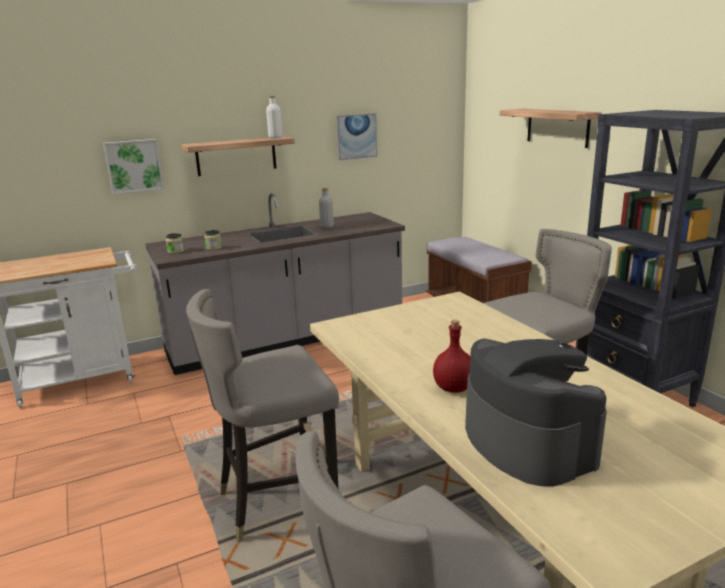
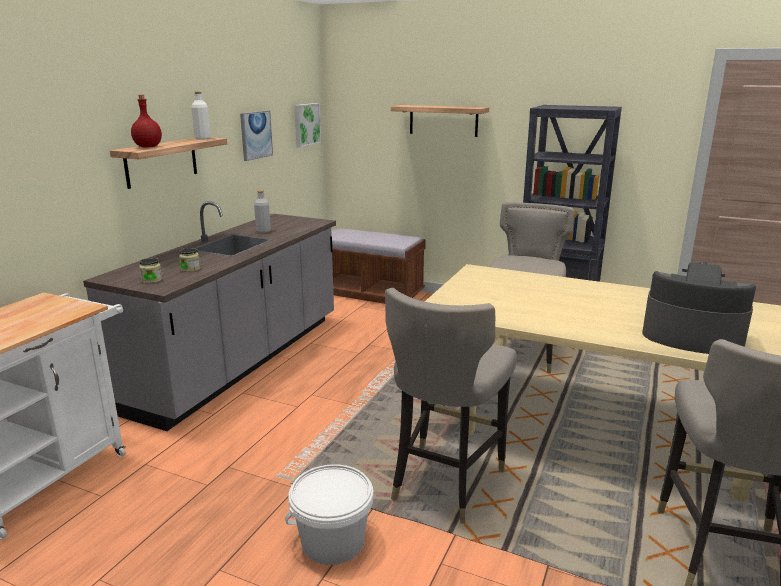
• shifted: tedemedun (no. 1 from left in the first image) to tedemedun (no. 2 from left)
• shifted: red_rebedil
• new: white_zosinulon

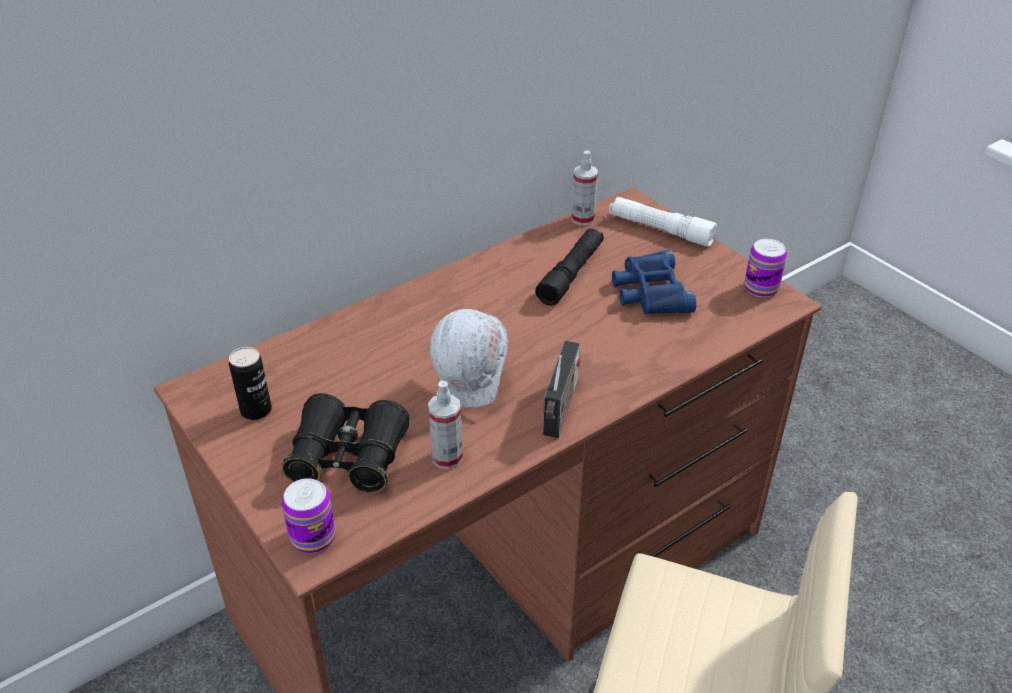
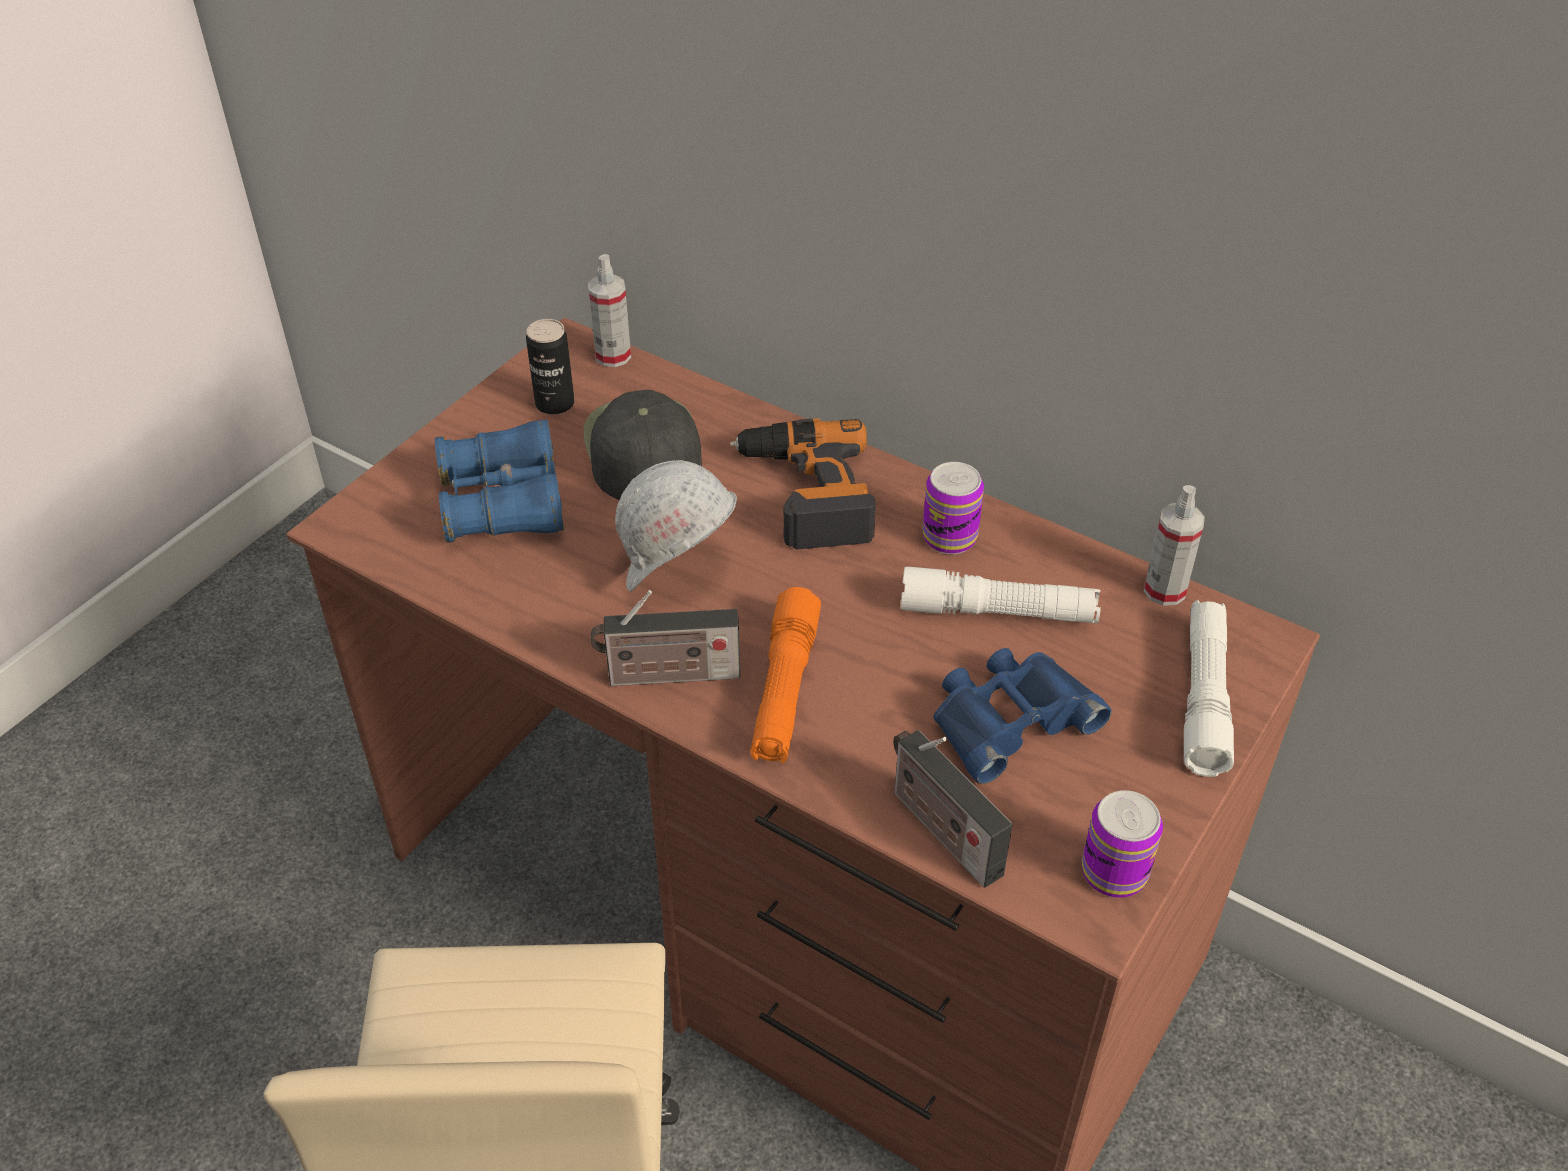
• repainted: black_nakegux to white_nakegux (no. 1 from left)
• shifted: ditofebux (no. 1 from left)
• repainted: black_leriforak to blue_leriforak (no. 1 from left)
• shifted: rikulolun (no. 2 from left)
• new: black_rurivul
• new: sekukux
• new: orange_nakegux
• new: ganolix (no. 2 from left)

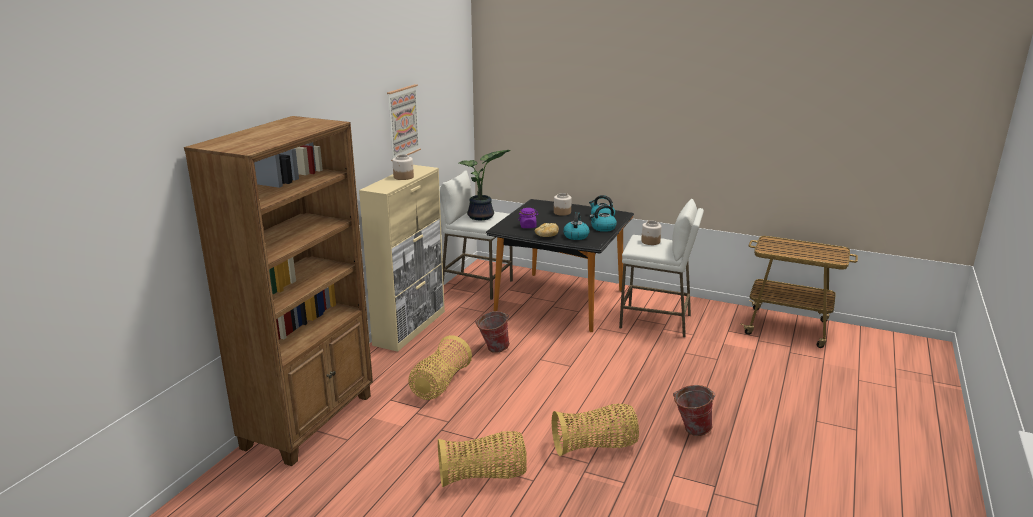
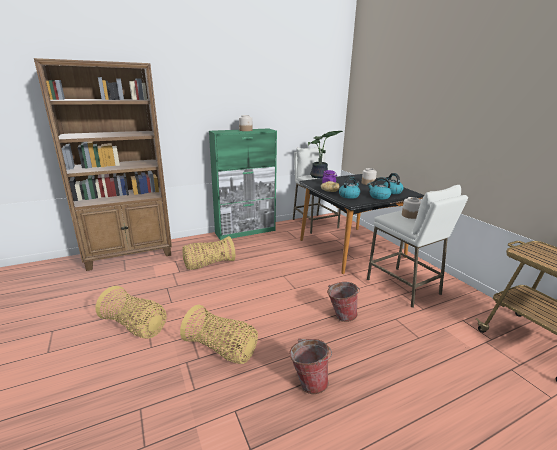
• gone: tedemedun
• repainted: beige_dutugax to green_dutugax
• shifted: zosinulon (no. 1 from left in the first image) to zosinulon (no. 2 from left)

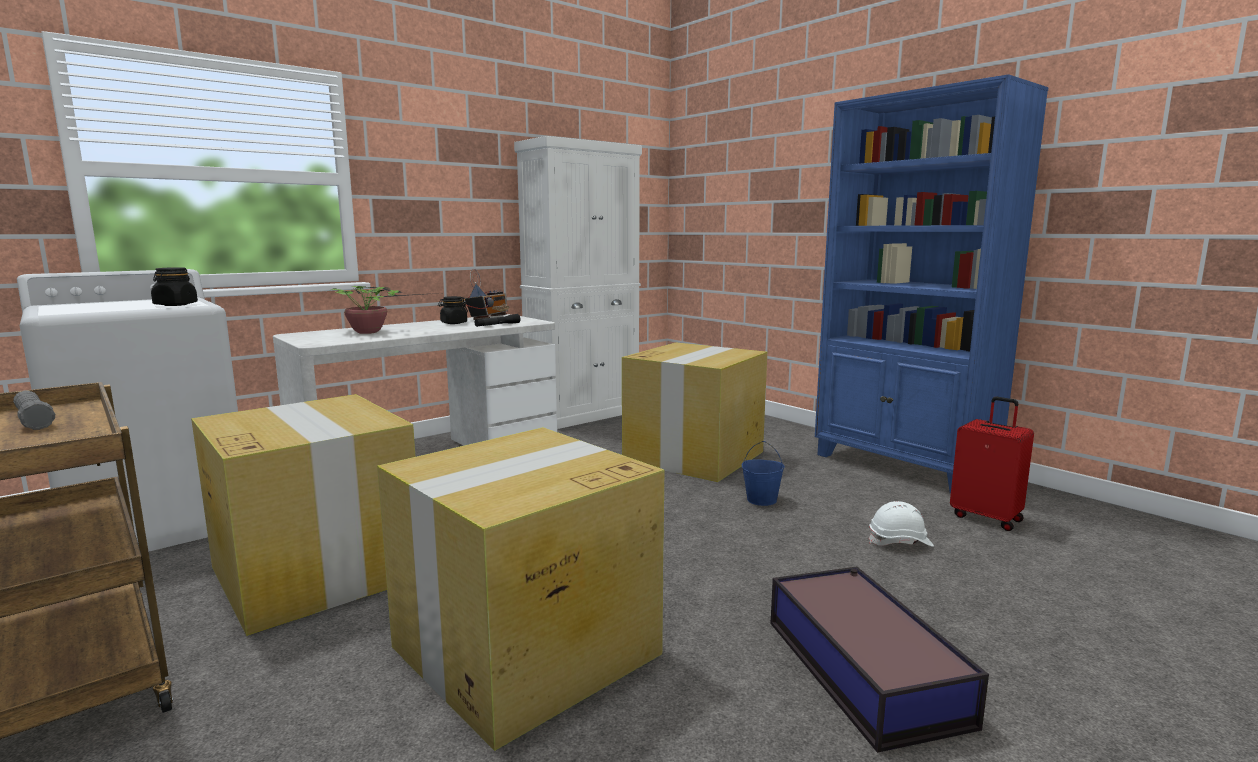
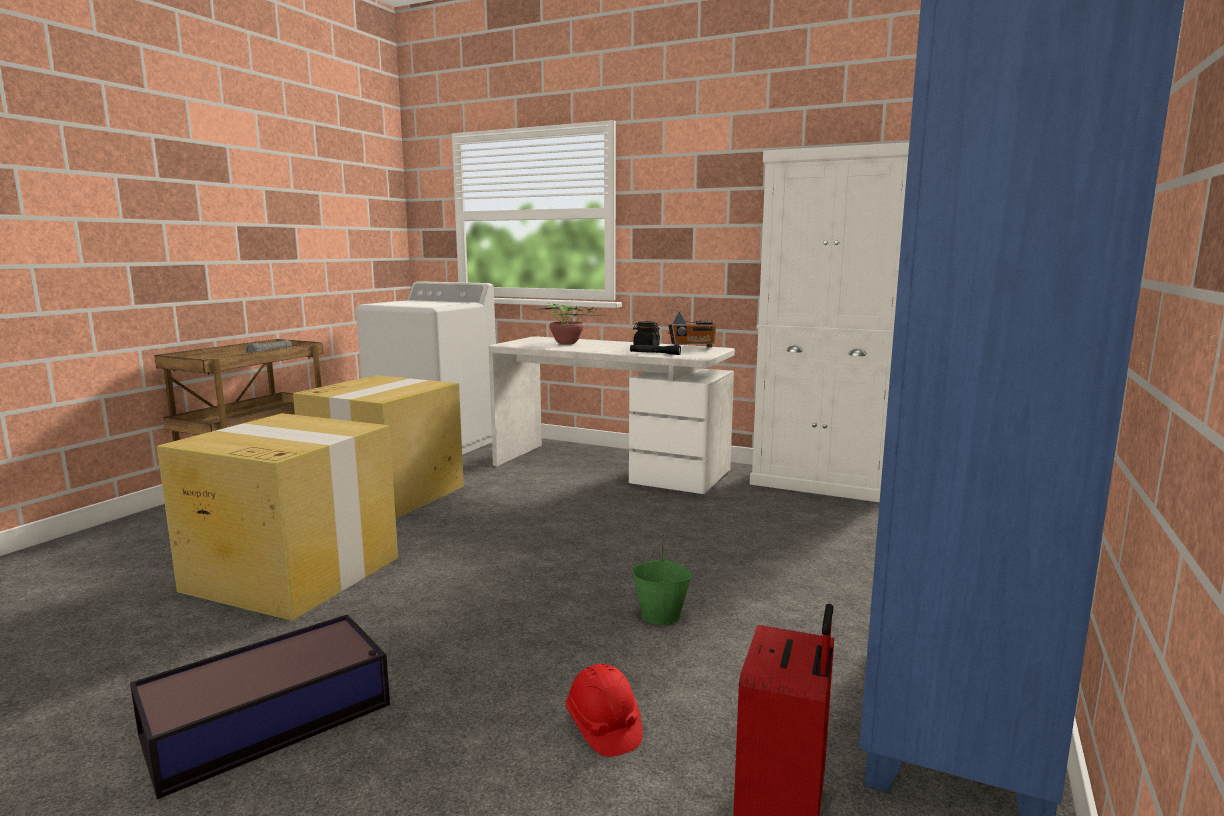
• gone: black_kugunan (no. 1 from left)
• gone: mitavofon (no. 3 from left)
• repainted: blue_zosinulon to green_zosinulon
• repainted: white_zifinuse to red_zifinuse

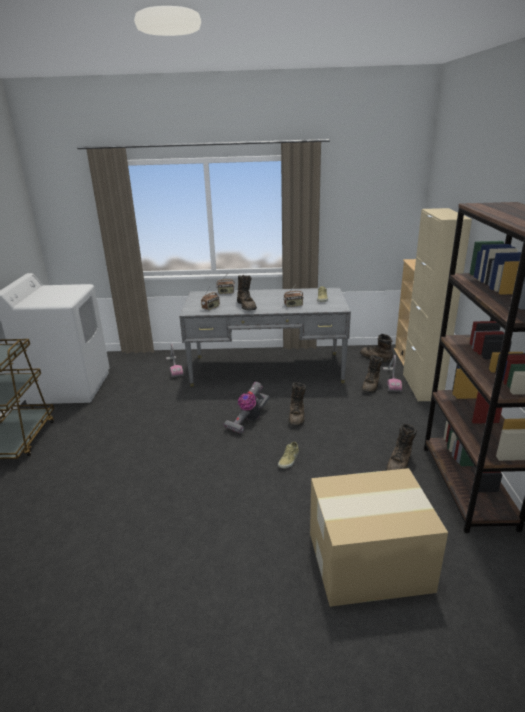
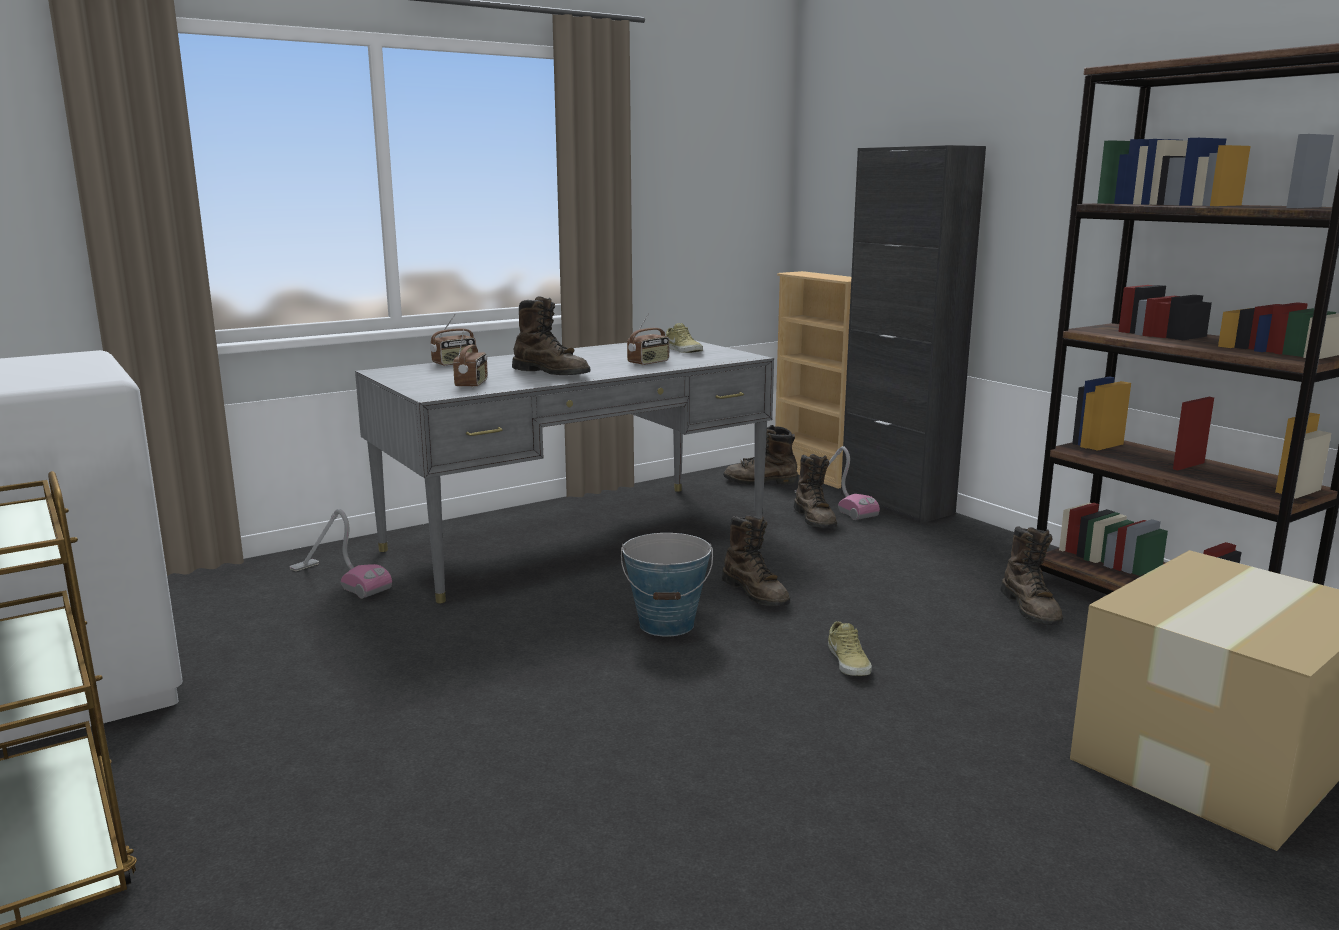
• repainted: beige_dutugax to black_dutugax
• swapped: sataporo (no. 2 from left) to zosinulon

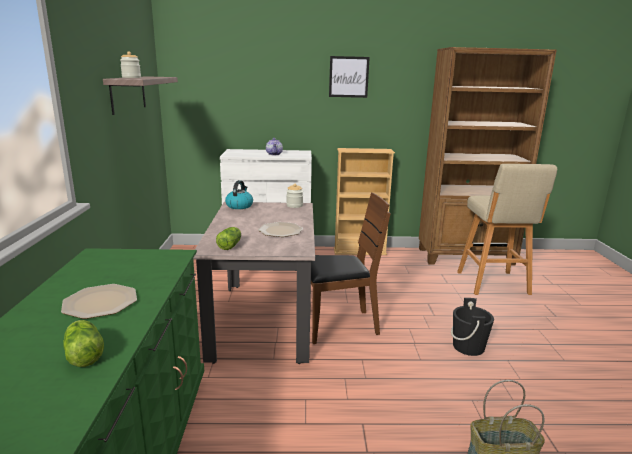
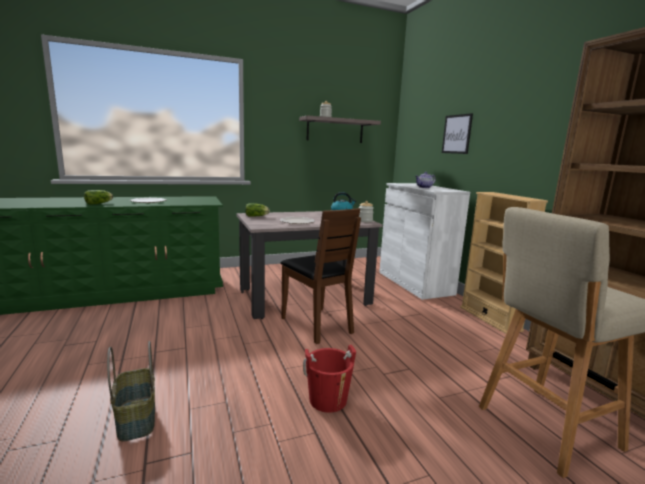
• shifted: tedemedun
• repainted: black_zosinulon to red_zosinulon

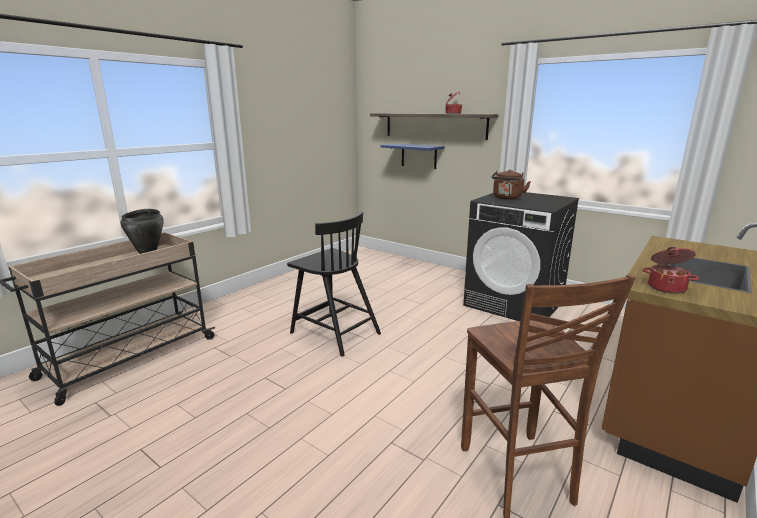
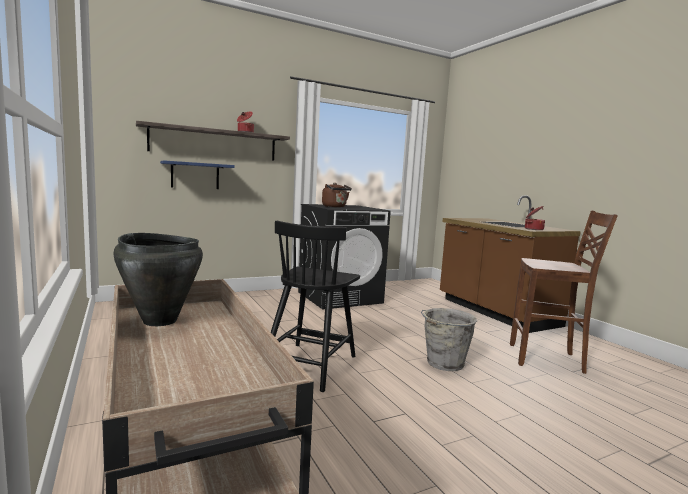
• rotated: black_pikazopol 135 degrees clockwise
• new: grey_zosinulon

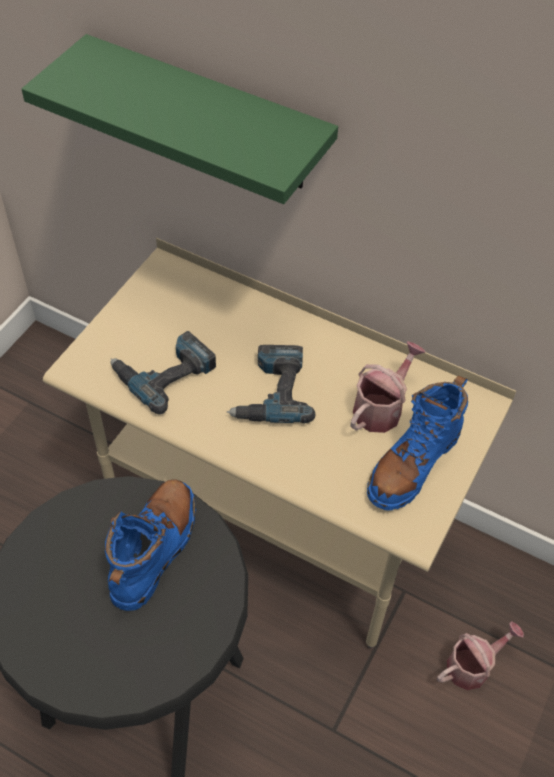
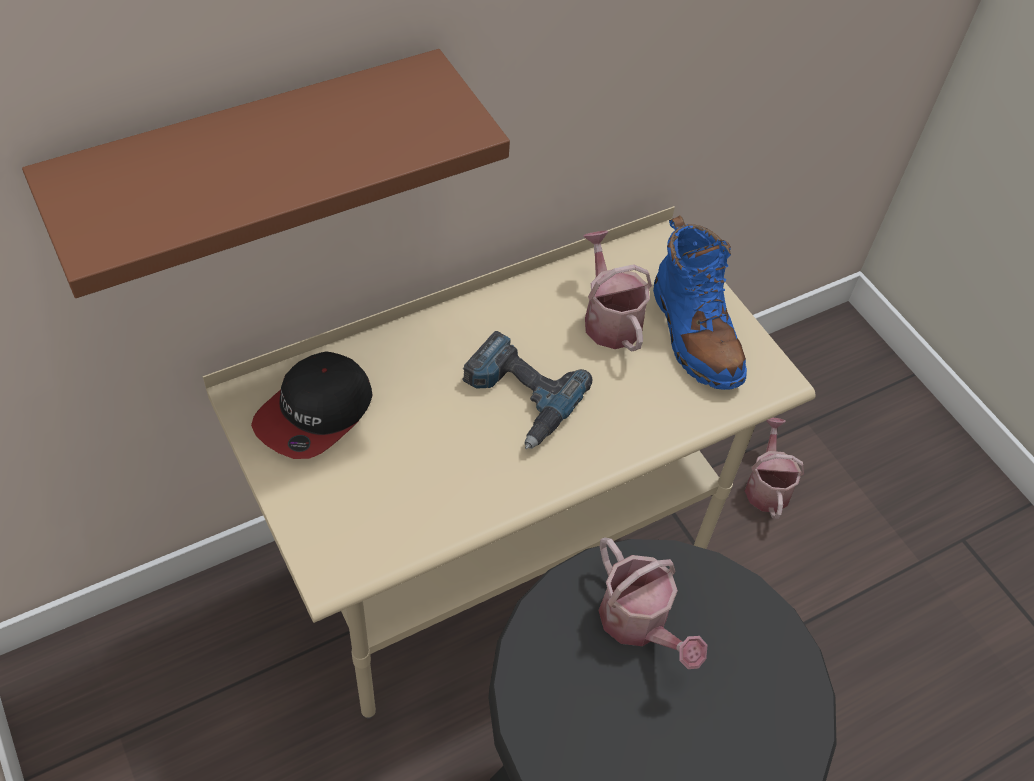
• repainted: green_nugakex to brown_nugakex
• gone: sekukux (no. 1 from left)
• swapped: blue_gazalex (no. 1 from left) to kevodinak (no. 2 from left)
• new: rurivul

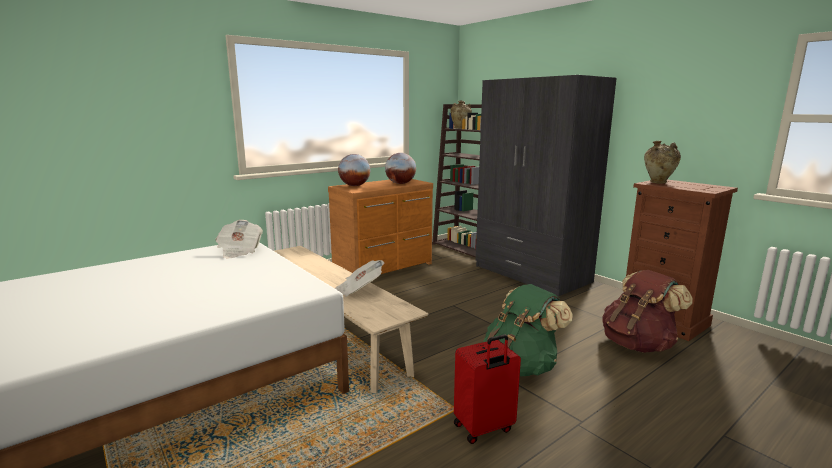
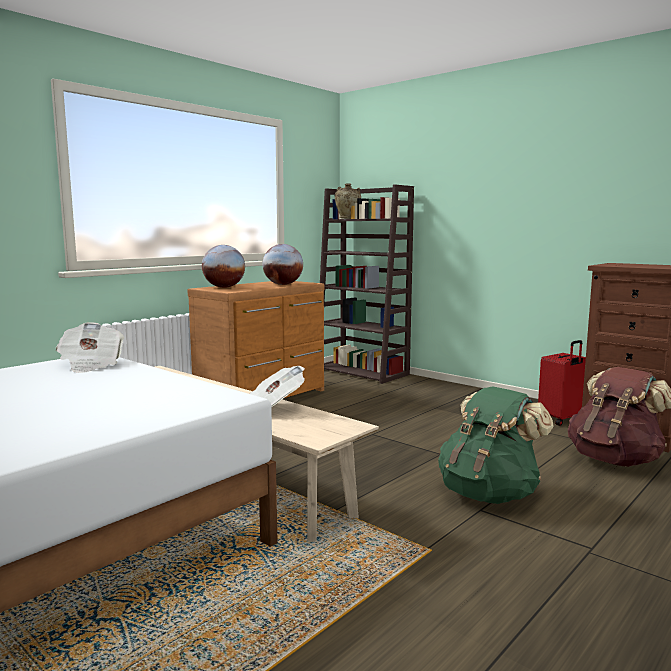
• gone: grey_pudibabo
• gone: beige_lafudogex (no. 2 from left)
• shifted: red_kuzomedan

